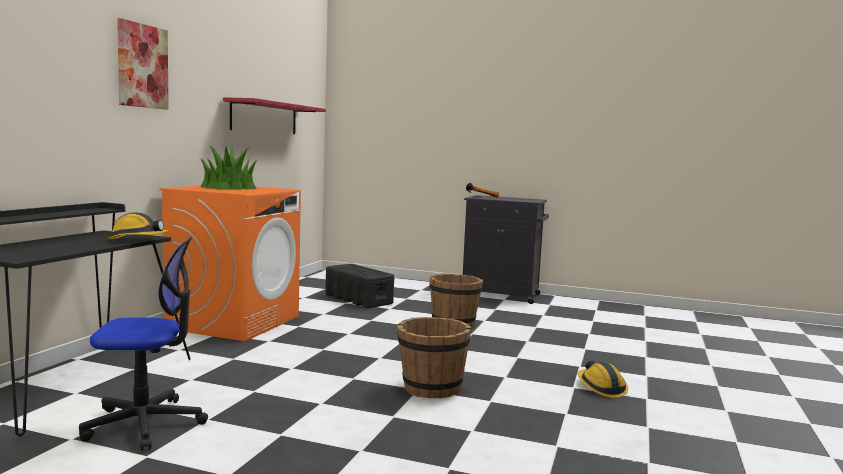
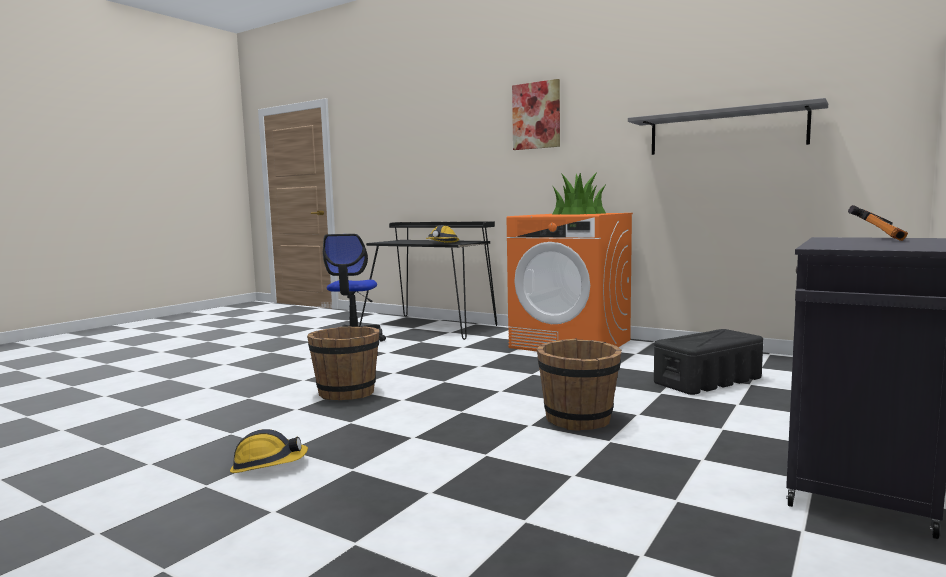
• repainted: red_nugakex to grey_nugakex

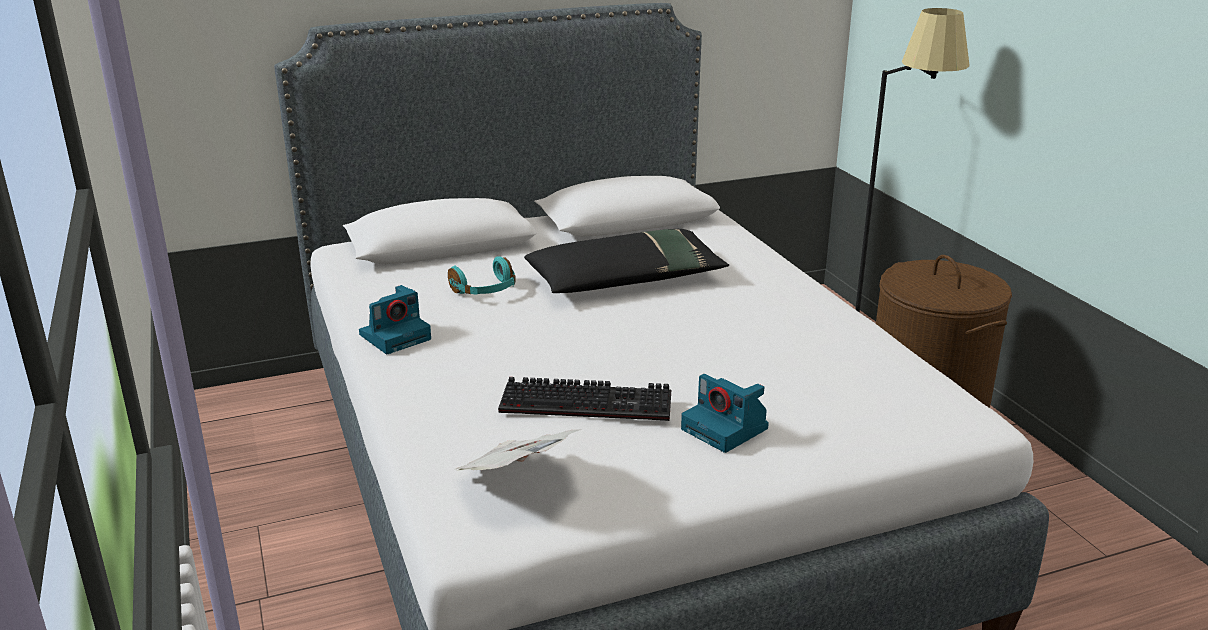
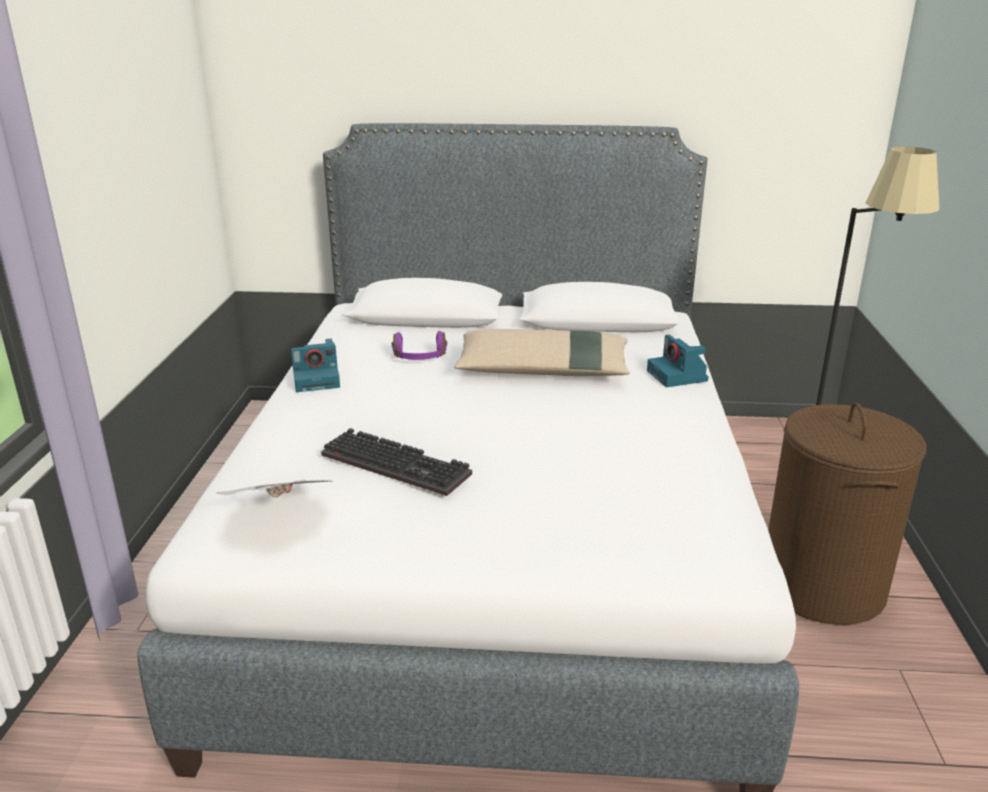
• repainted: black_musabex to beige_musabex
• repainted: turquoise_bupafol to purple_bupafol
• shifted: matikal (no. 2 from left)

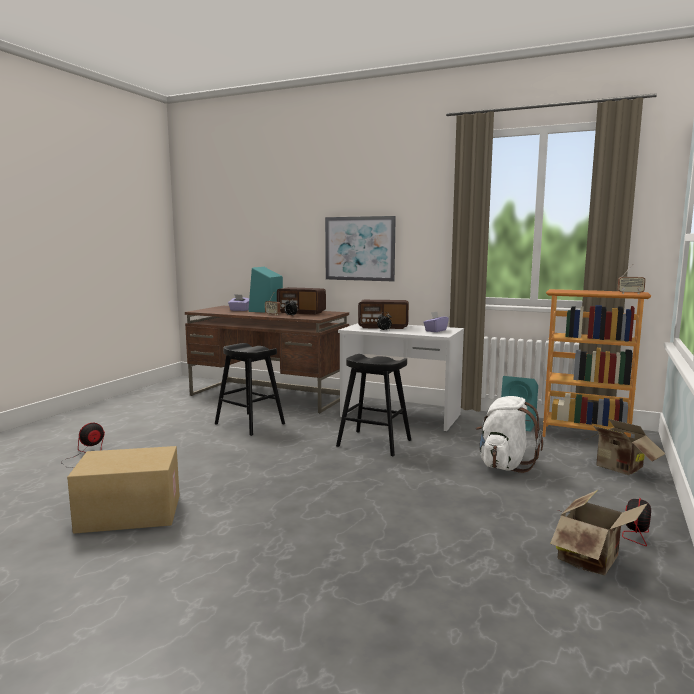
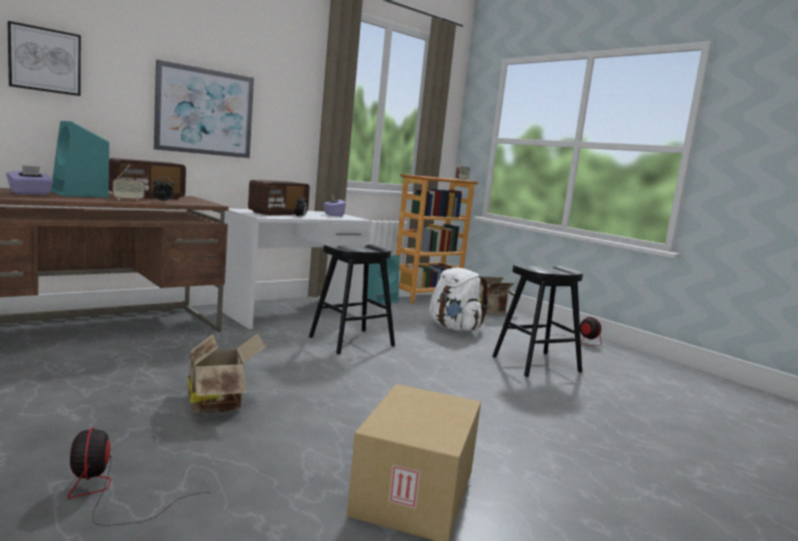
• shifted: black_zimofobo (no. 1 from left in the first image) to black_zimofobo (no. 2 from left)
• shifted: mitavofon (no. 2 from left in the first image) to mitavofon (no. 1 from left)
• new: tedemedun (no. 1 from left)

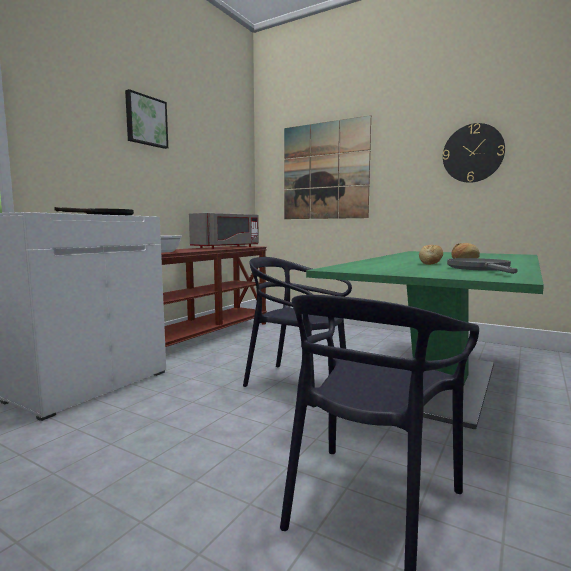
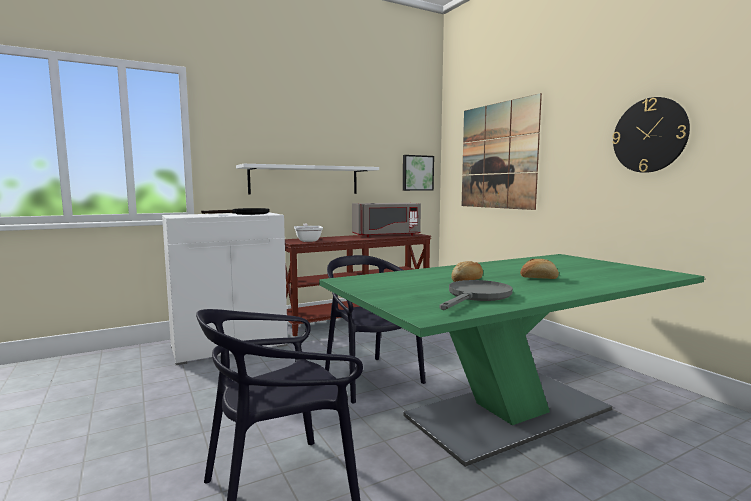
• shifted: tedemedun (no. 1 from left)
• new: white_nugakex

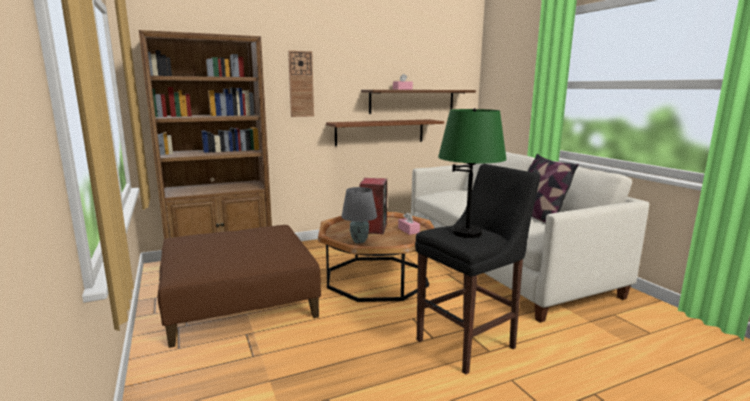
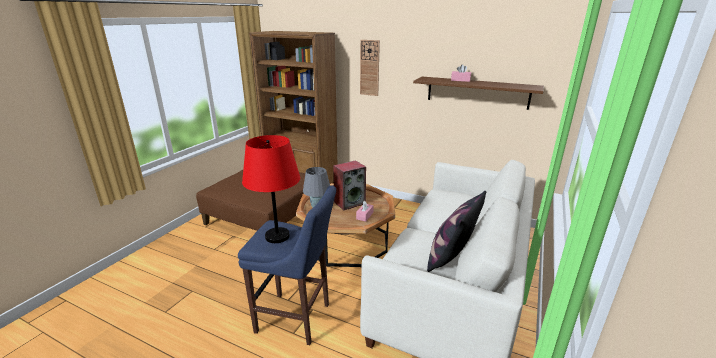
• repainted: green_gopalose to red_gopalose
• gone: brown_nugakex (no. 1 from left)
• repainted: black_zimofobo to blue_zimofobo

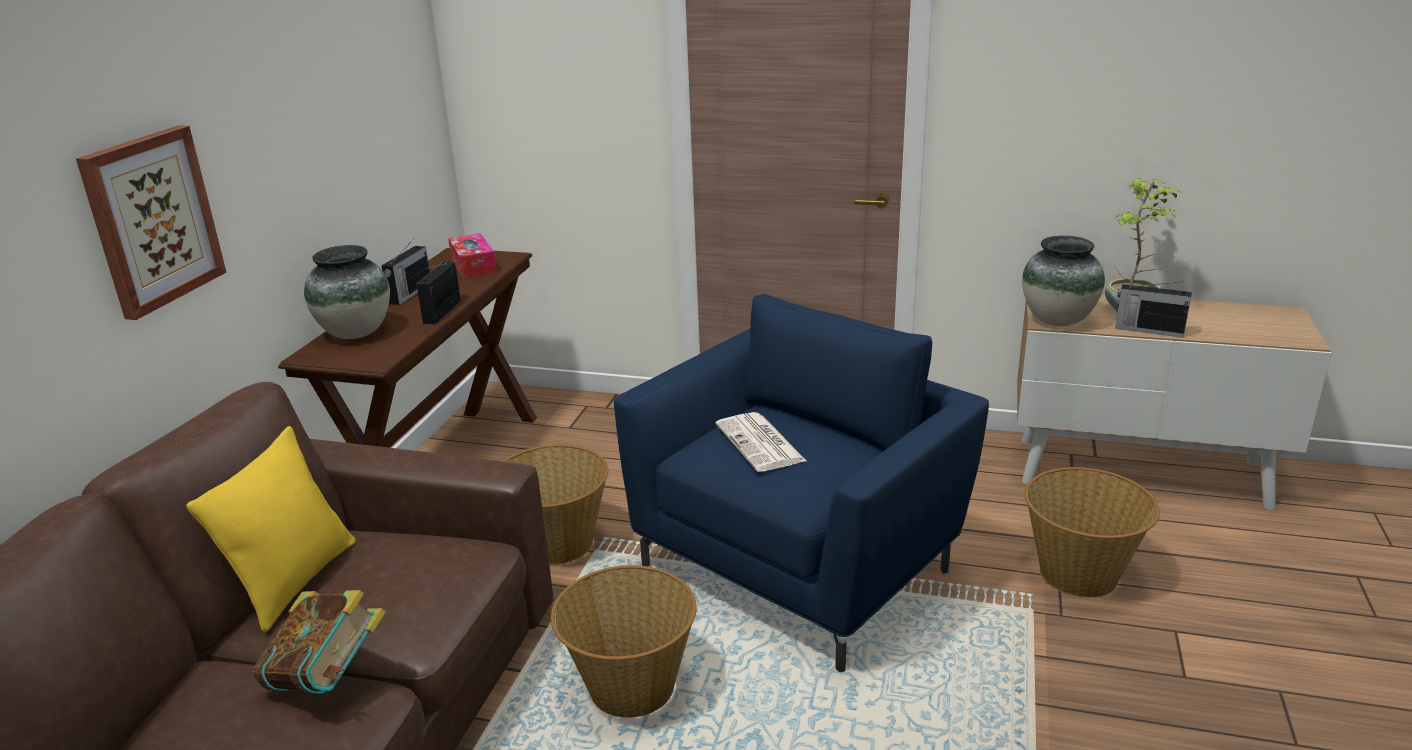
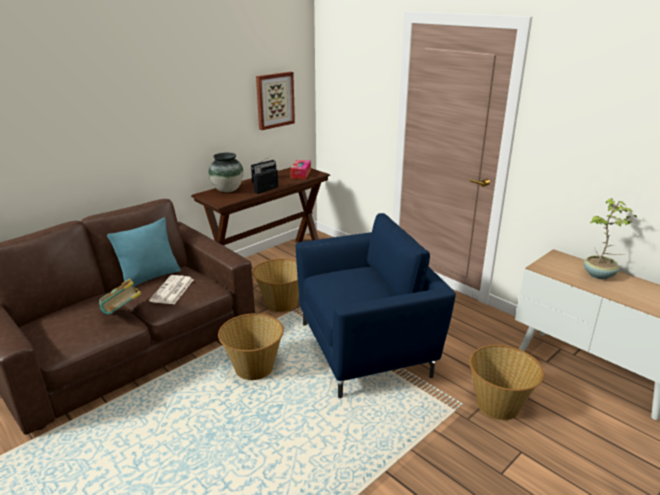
• shifted: tedemedun
• gone: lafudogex (no. 2 from left)
• gone: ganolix (no. 3 from left)
• shifted: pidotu
• repainted: yellow_musabex to turquoise_musabex

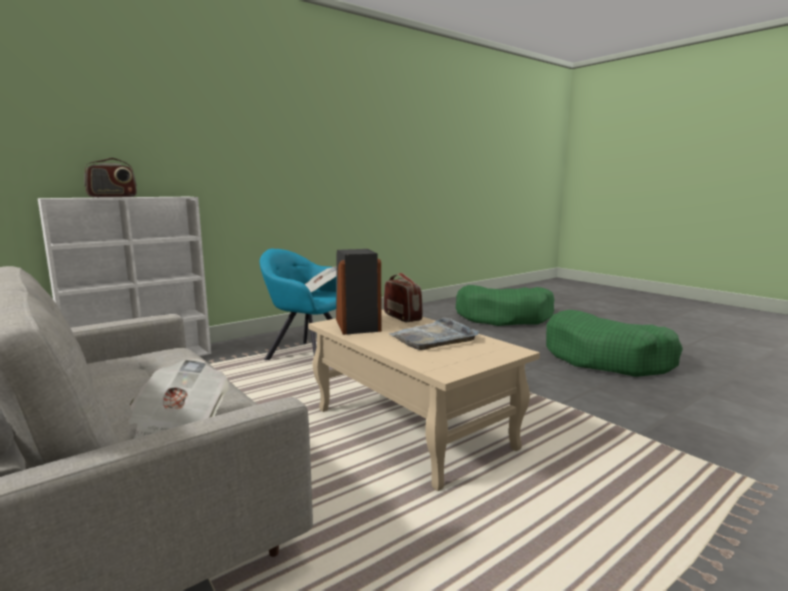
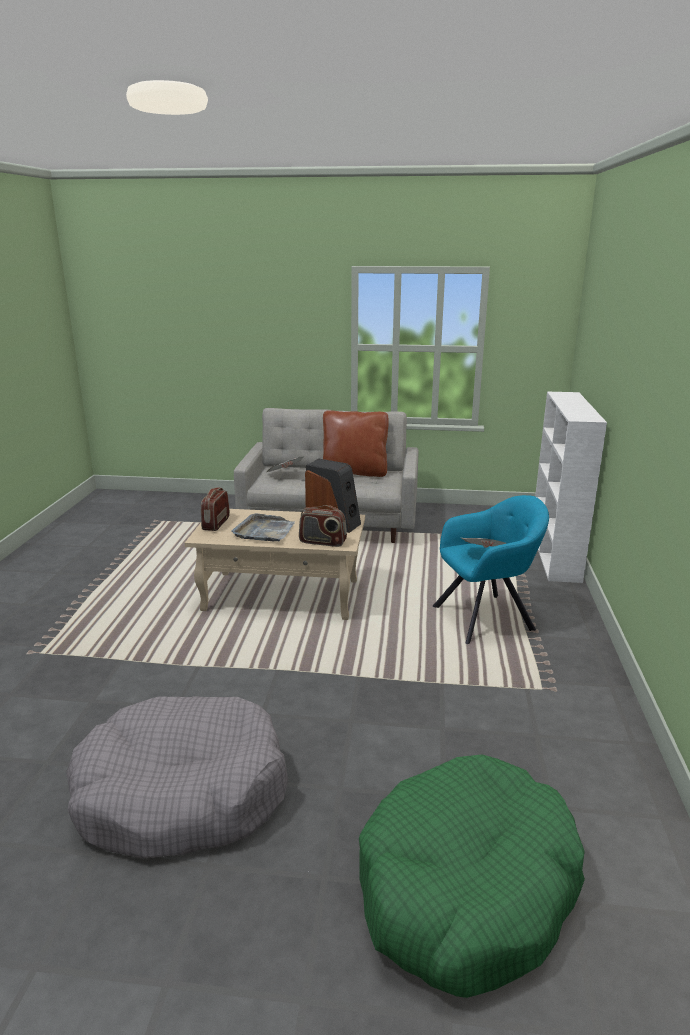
• shifted: ganolix (no. 1 from left)
• repainted: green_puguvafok (no. 2 from left) to grey_puguvafok
• new: brown_musabex

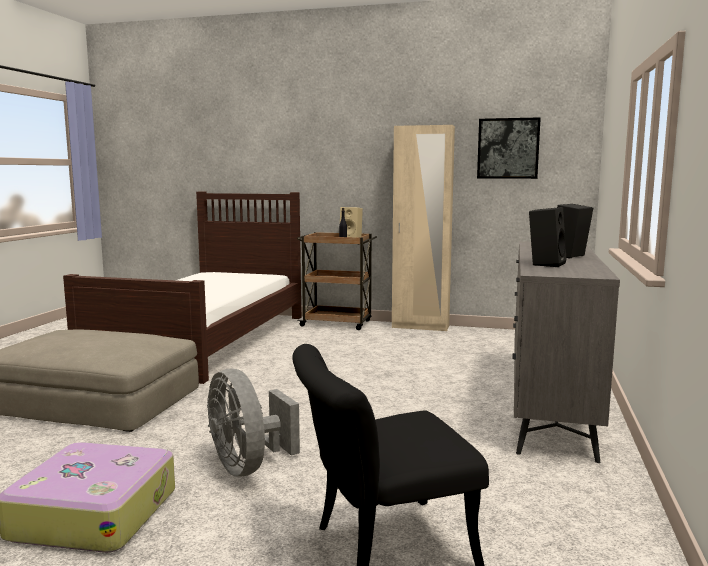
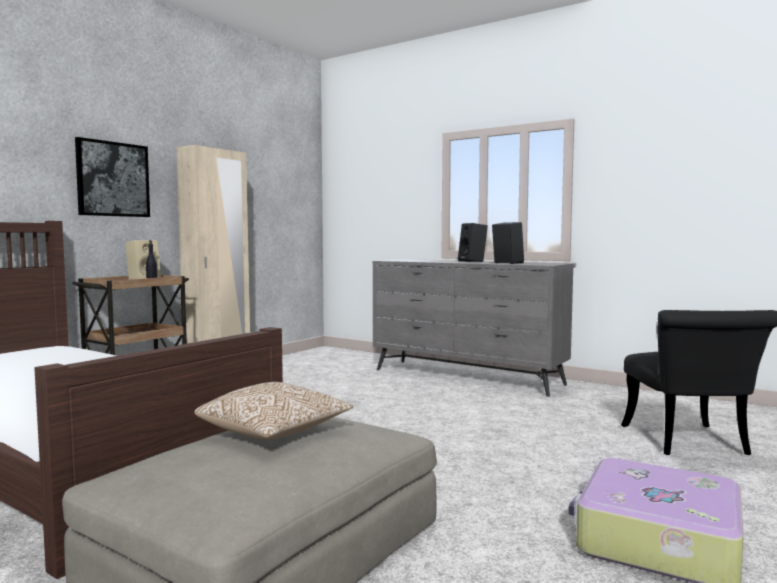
• shifted: tedemedun
• gone: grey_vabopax
• new: musabex

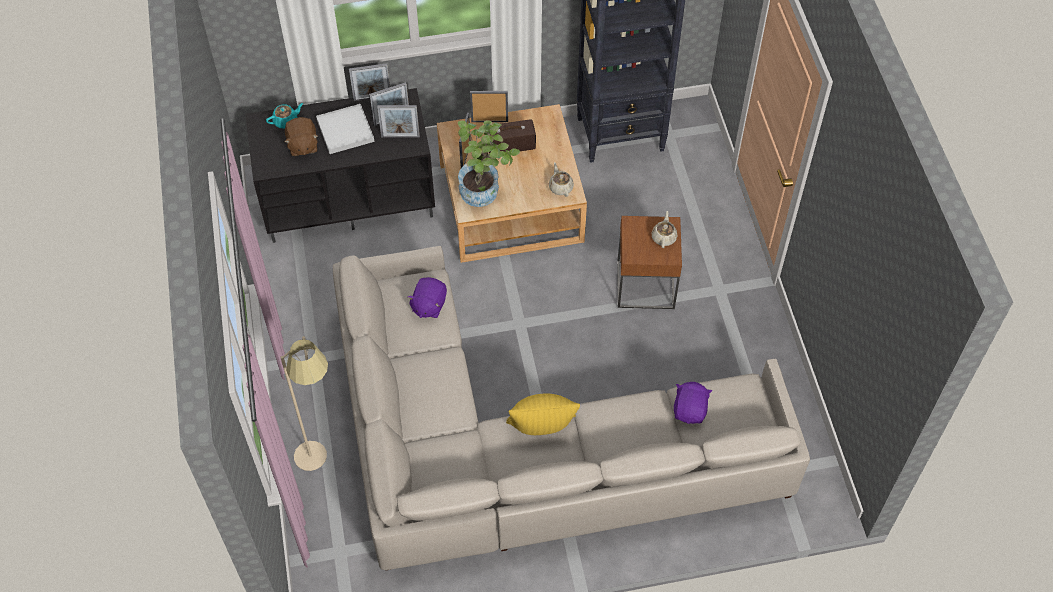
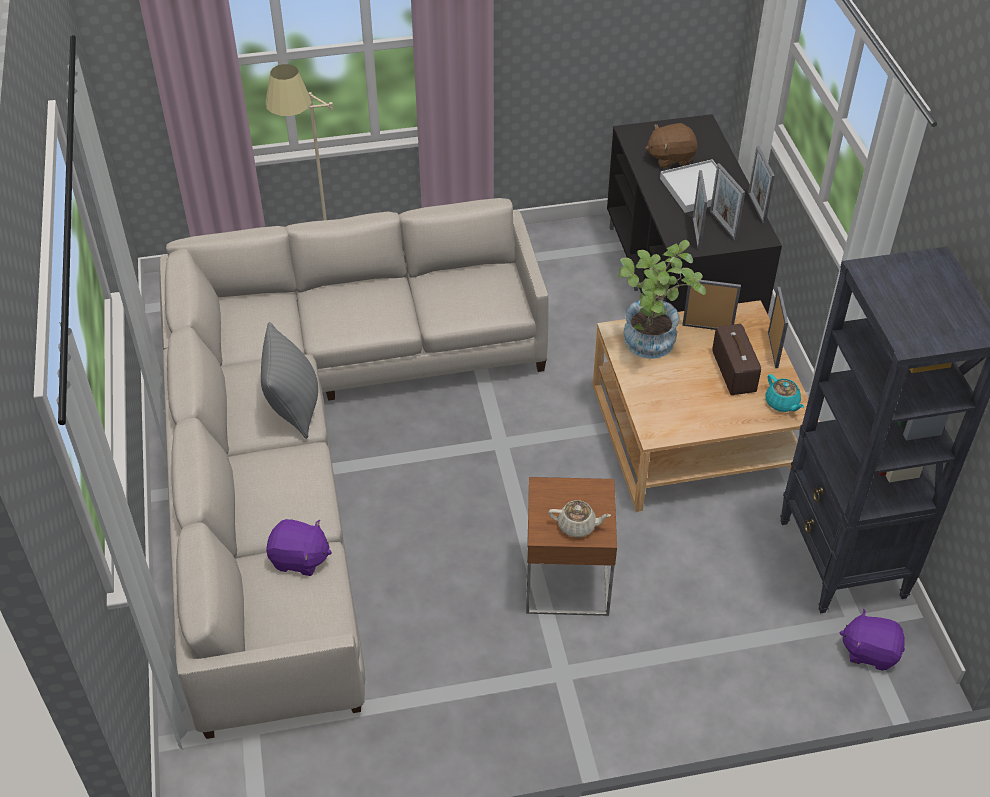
• shifted: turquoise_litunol
• gone: beige_litunol (no. 1 from left)
• shifted: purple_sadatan (no. 1 from left in the first image) to purple_sadatan (no. 2 from left)
• repainted: yellow_musabex to grey_musabex

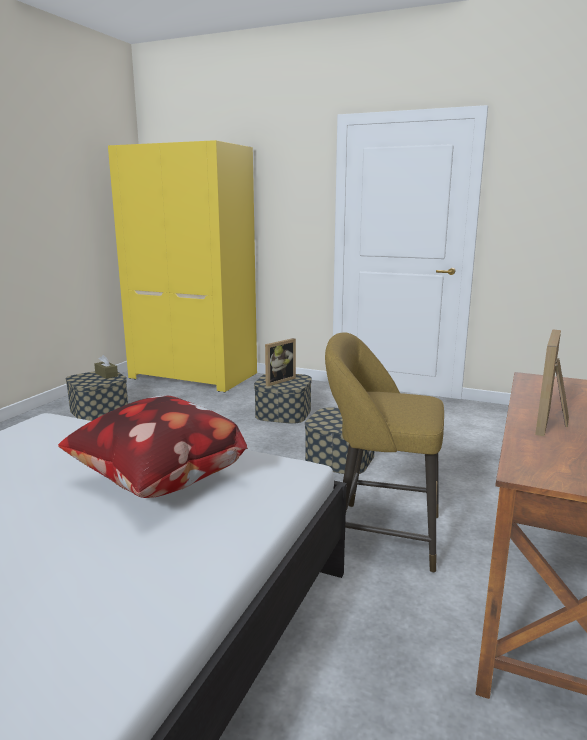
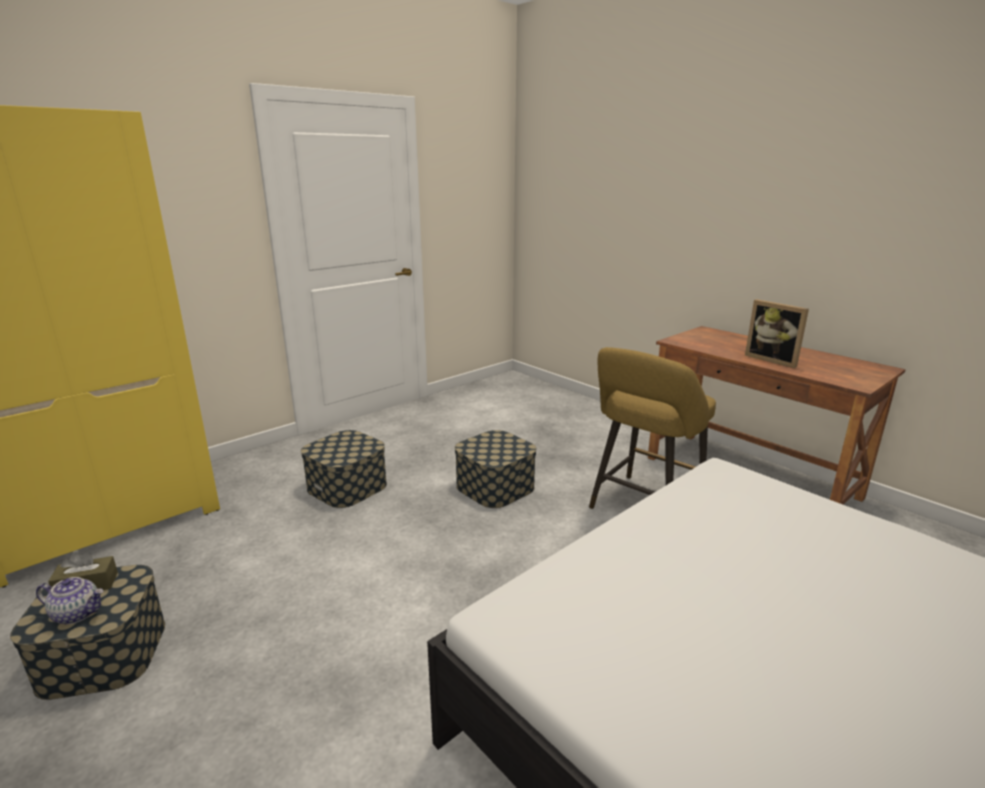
• gone: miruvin (no. 1 from left)
• gone: musabex
• new: litunol

